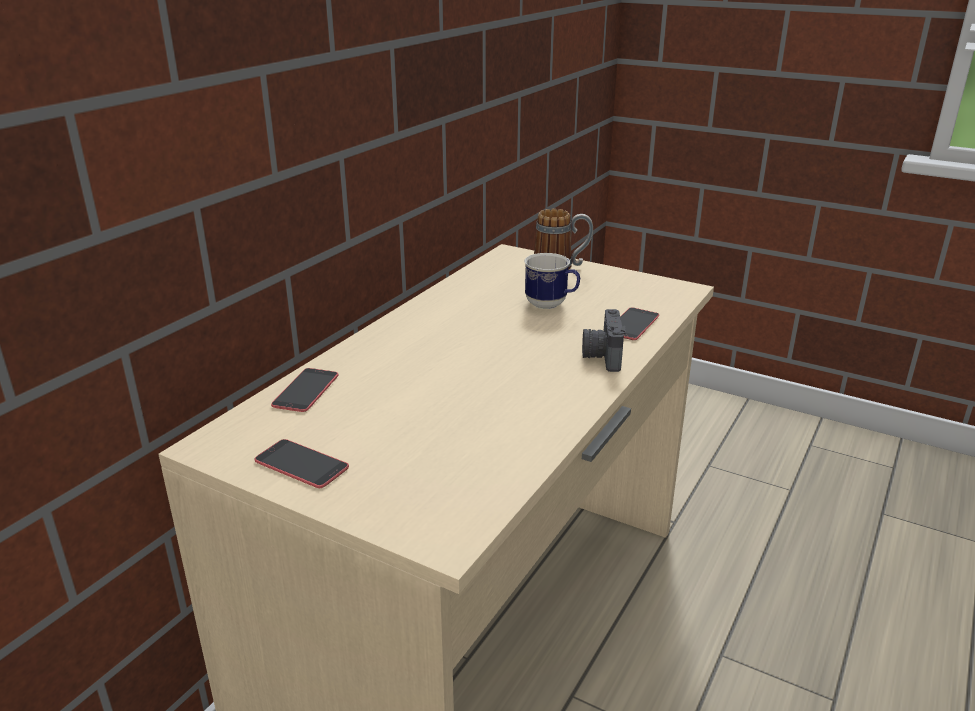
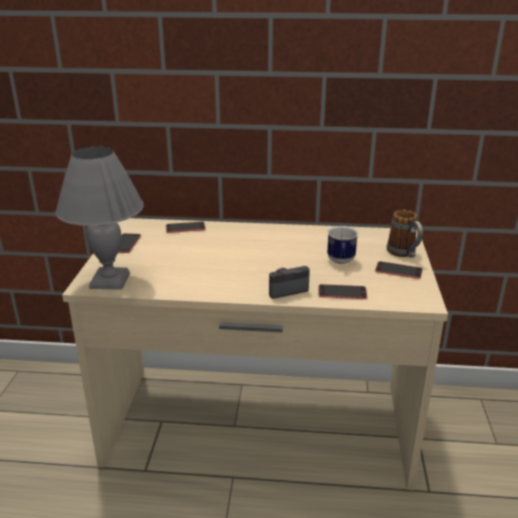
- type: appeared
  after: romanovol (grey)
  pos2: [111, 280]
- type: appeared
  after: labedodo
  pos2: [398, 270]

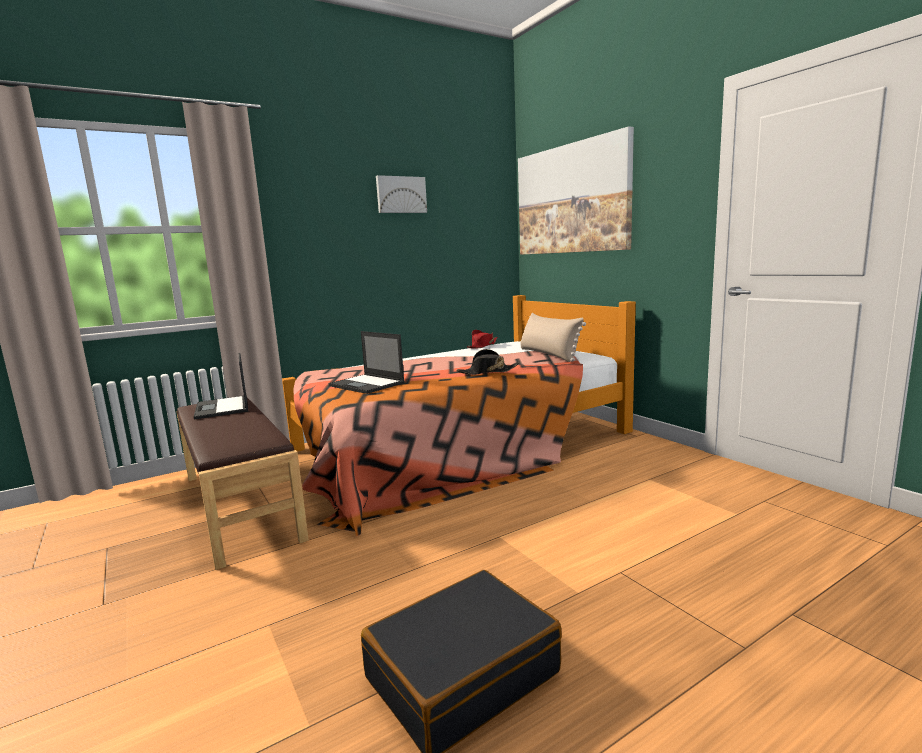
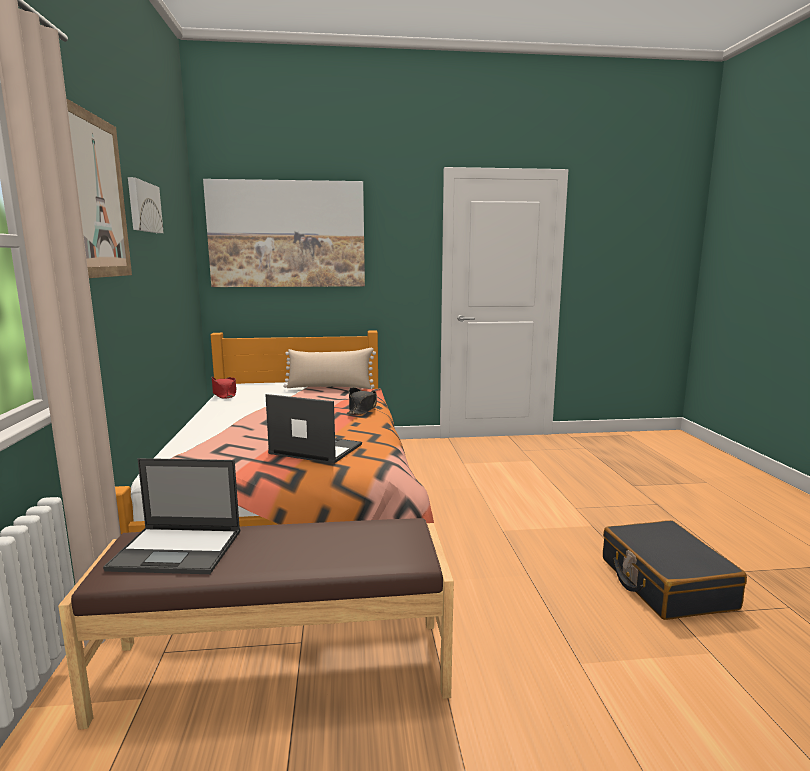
- type: spun
  before: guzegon
  pos1: [367, 384]
  pos2: [314, 449]
  turn: -135
- type: appeared
  after: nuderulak
  pos2: [96, 197]

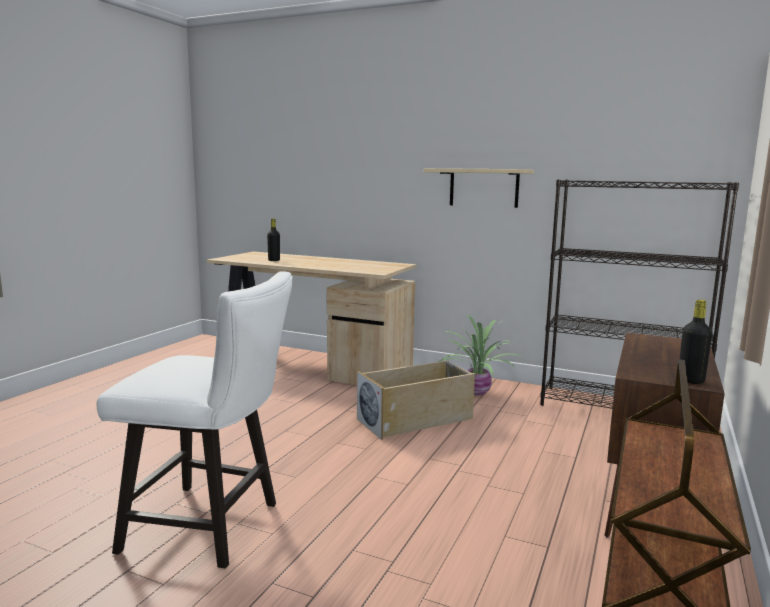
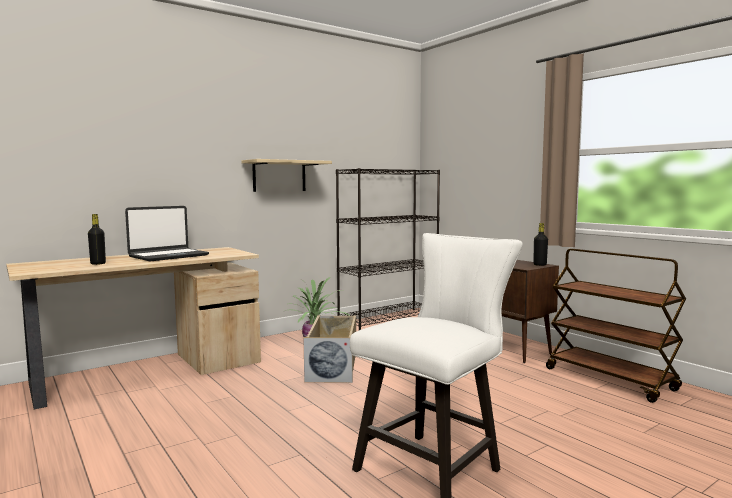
- type: appeared
  after: guzegon
  pos2: [168, 256]

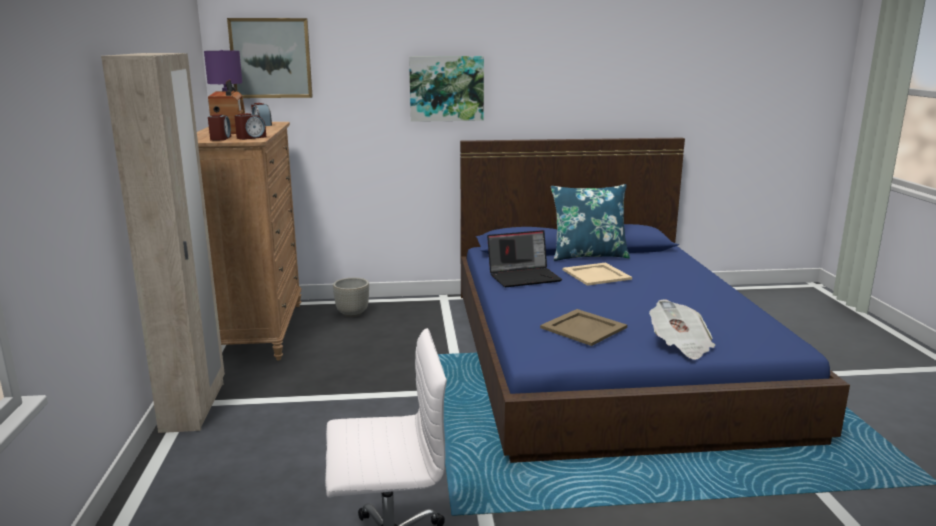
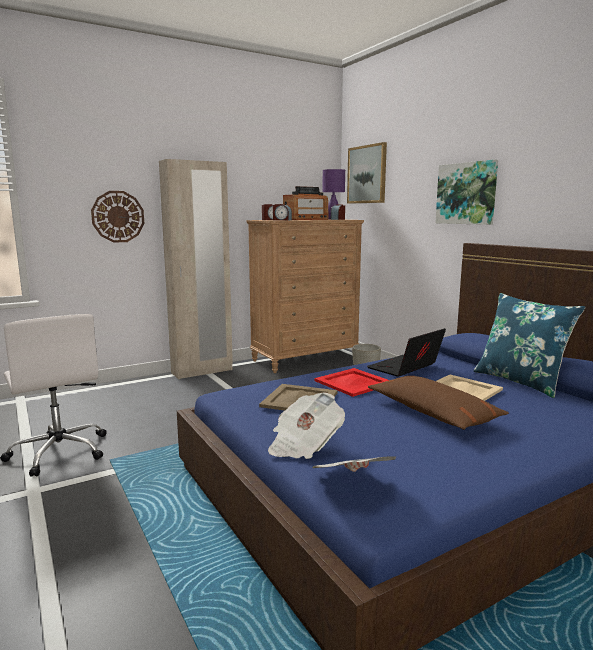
- type: spun
  before: guzegon
  pos1: [524, 277]
  pos2: [405, 368]
  turn: 90
- type: appeared
  after: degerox
  pos2: [118, 216]
- type: appeared
  after: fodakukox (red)
  pos2: [352, 382]
- type: appeared
  after: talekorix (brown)
  pos2: [432, 413]
- type: appeared
  after: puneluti
  pos2: [352, 484]

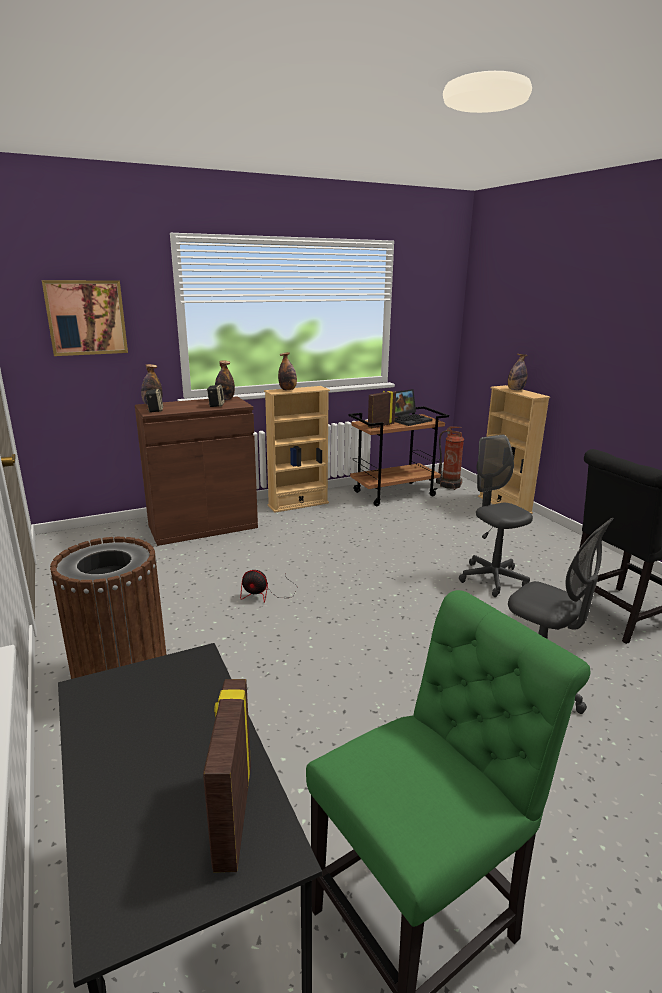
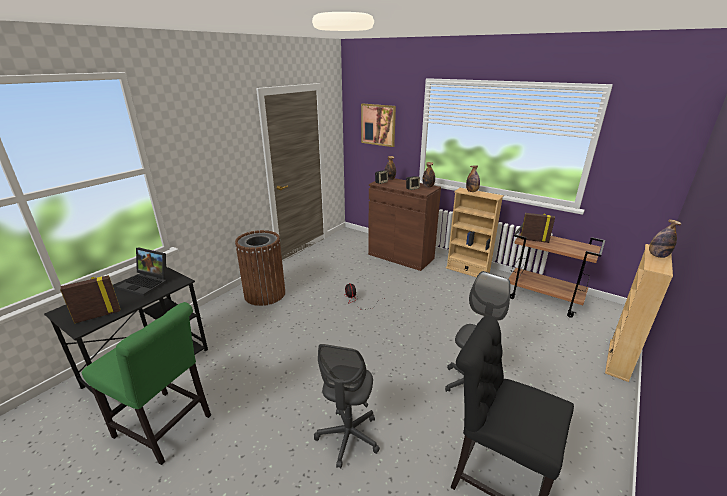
- type: relocated
  before: guzegon
  pos1: [409, 420]
  pos2: [147, 283]
- type: missing
  before: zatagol
  pos1: [449, 485]

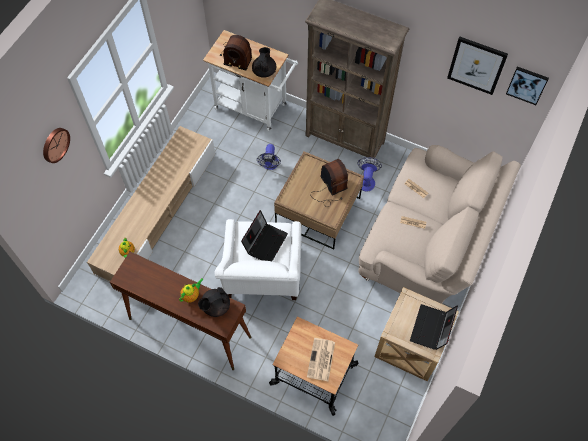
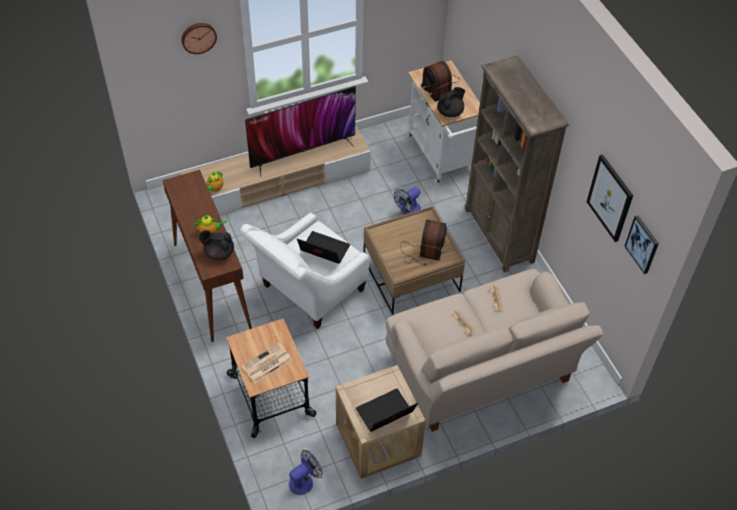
- type: relocated
  before: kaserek
  pos1: [366, 180]
  pos2: [304, 481]
- type: spun
  before: guzegon
  pos1: [265, 242]
  pos2: [323, 251]
  turn: -135
- type: appeared
  after: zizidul
  pos2: [302, 152]

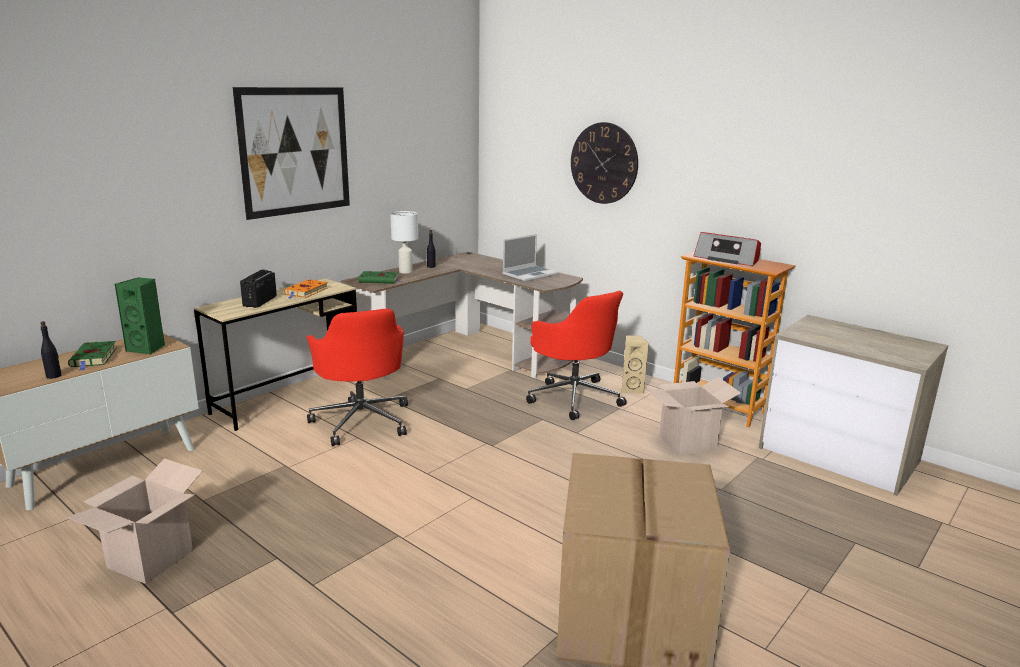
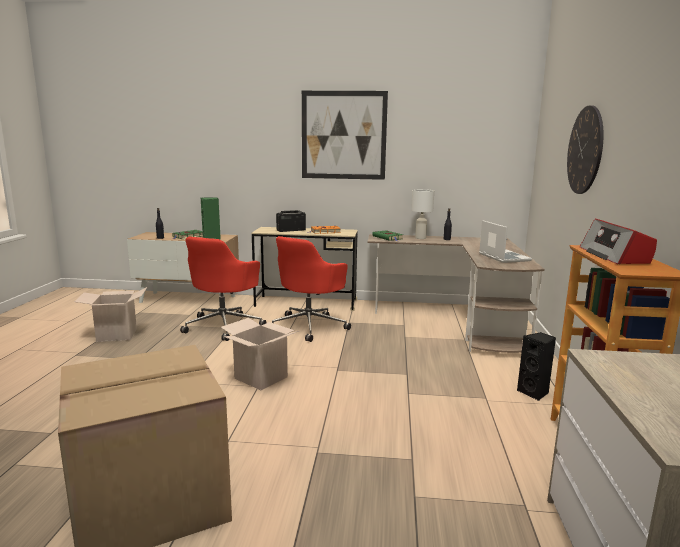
- type: spun
  before: guzegon
  pos1: [530, 274]
  pos2: [503, 257]
  turn: -120
- type: relocated
  before: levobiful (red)
  pos1: [573, 397]
  pos2: [224, 326]
- type: colour
  before: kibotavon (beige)
  after: kibotavon (black)
  pos1: [631, 389]
  pos2: [534, 393]
- type: relocated
  before: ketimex
  pos1: [687, 443]
  pos2: [261, 377]

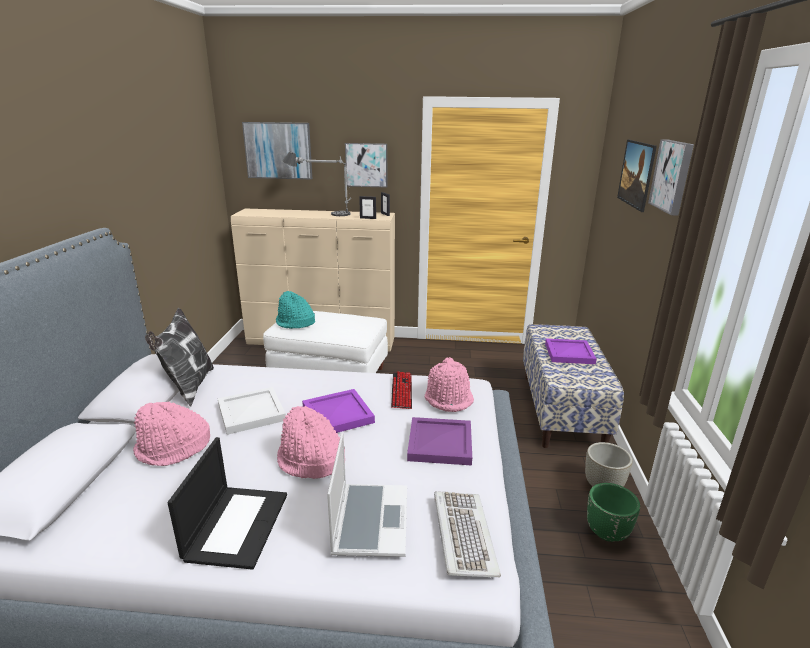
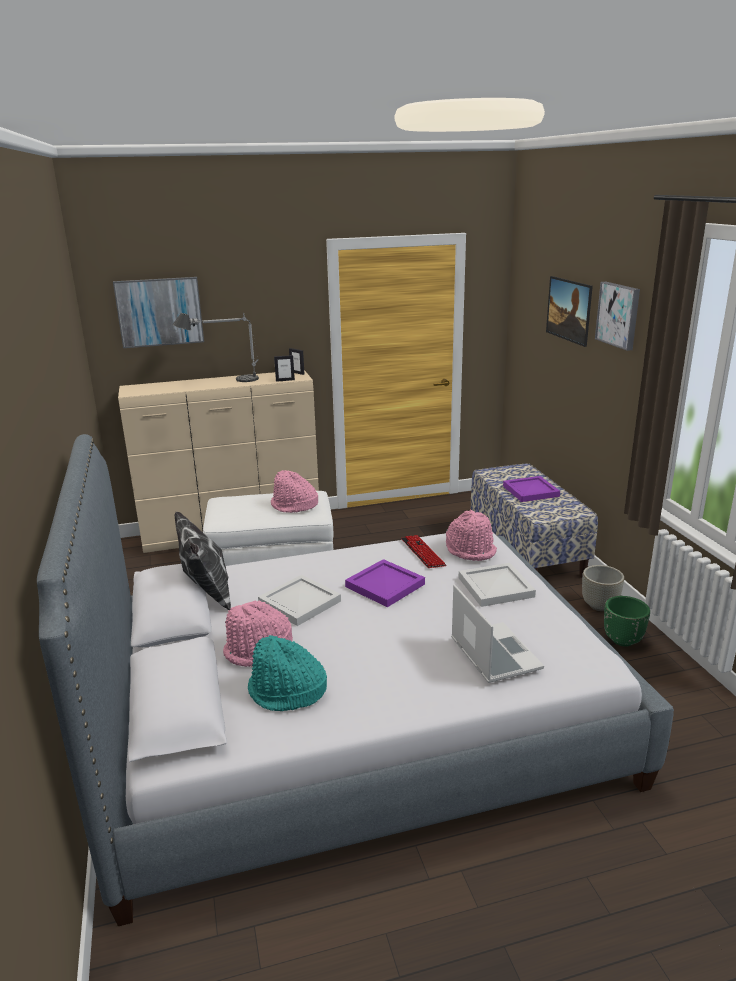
- type: missing
  before: nuderulak
  pos1: [366, 165]
- type: relocated
  before: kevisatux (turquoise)
  pos1: [295, 323]
  pos2: [287, 692]
- type: relocated
  before: kevisatux (pink)
  pos1: [310, 461]
  pos2: [294, 506]
- type: colour
  before: fodakukox (purple)
  after: fodakukox (white)
  pos1: [439, 444]
  pos2: [495, 588]
- type: missing
  before: guzegon
  pos1: [237, 525]
- type: missing
  before: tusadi
  pos1: [462, 535]

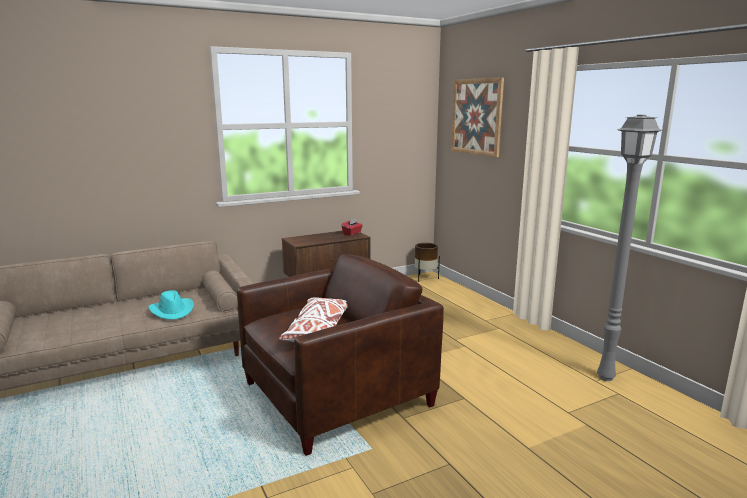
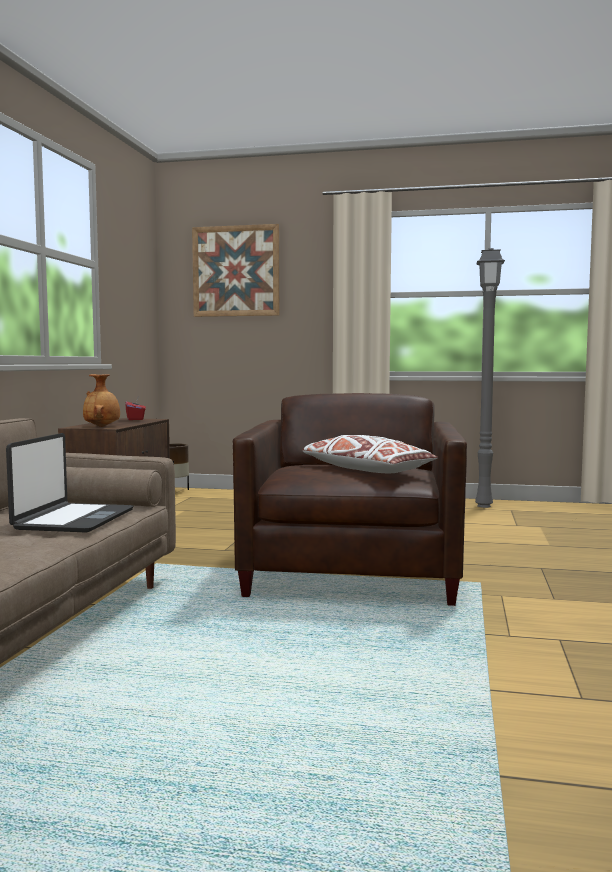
- type: exchanged
  before: kevisatux (turquoise)
  after: guzegon
  pos1: [172, 311]
  pos2: [73, 519]
- type: appeared
  after: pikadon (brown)
  pos2: [102, 426]

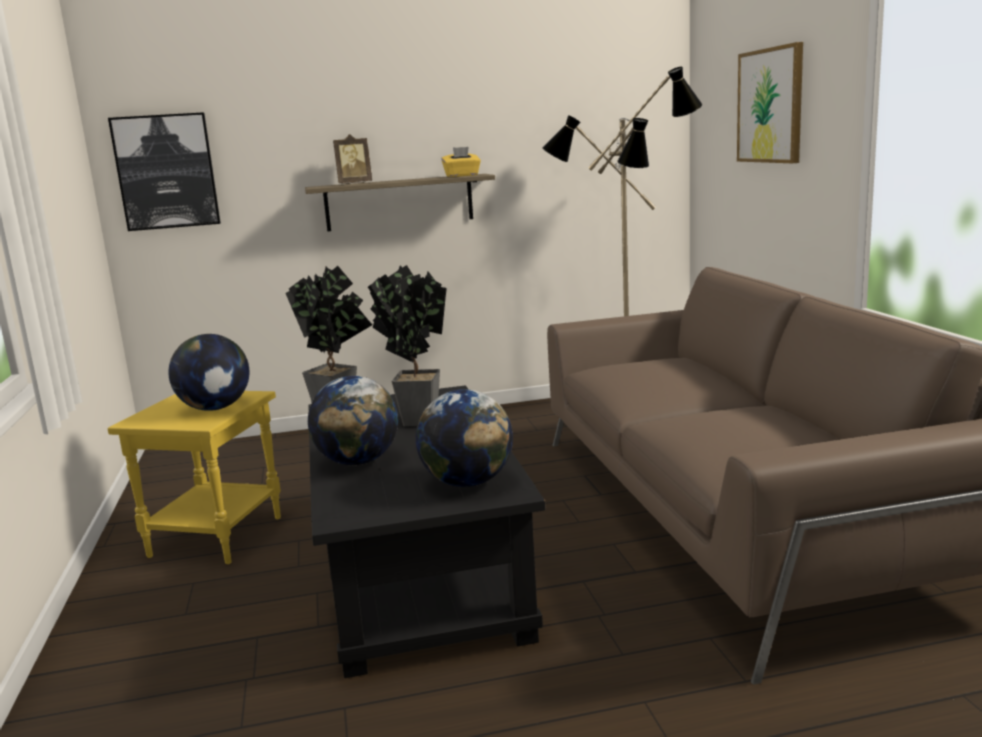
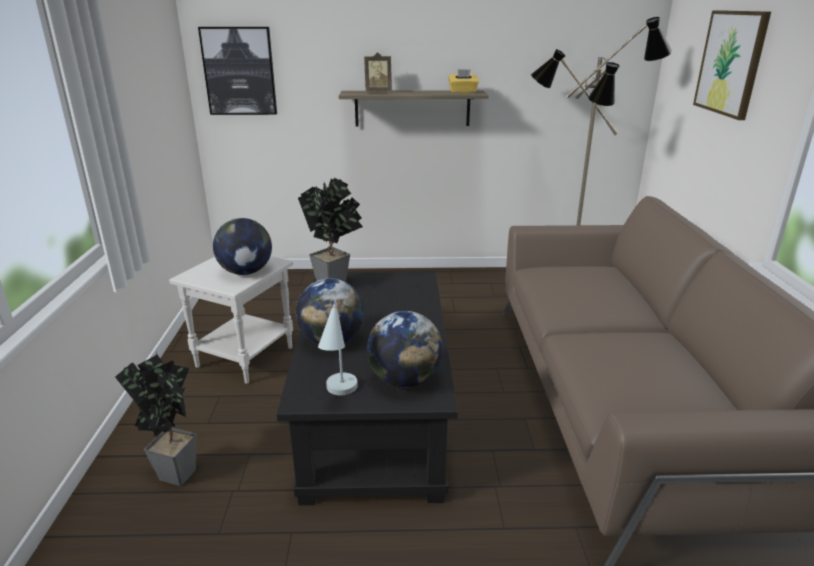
- type: relocated
  before: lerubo
  pos1: [415, 420]
  pos2: [175, 471]
- type: colour
  before: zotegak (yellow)
  after: zotegak (white)
  pos1: [217, 537]
  pos2: [245, 358]
- type: appeared
  after: romanovol (white)
  pos2: [339, 394]

